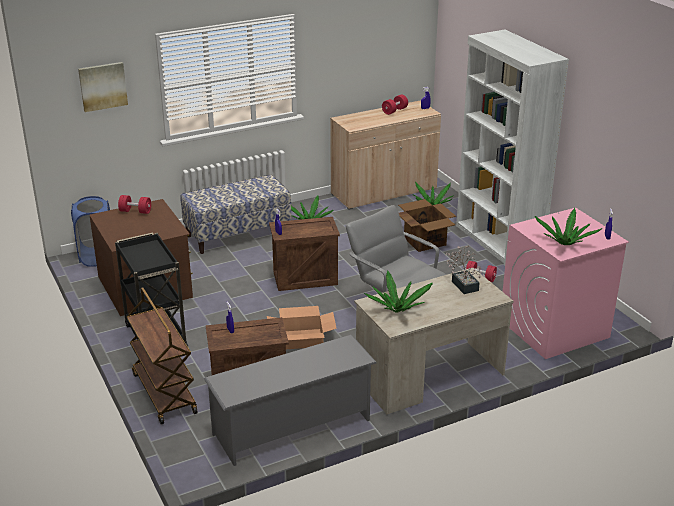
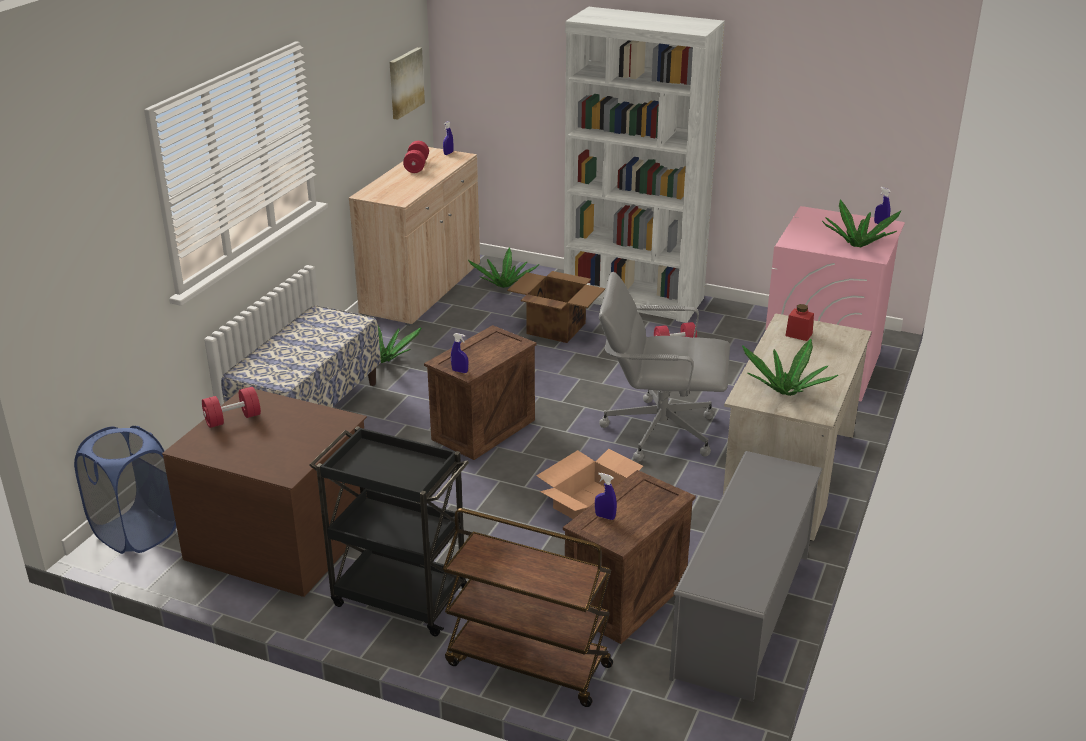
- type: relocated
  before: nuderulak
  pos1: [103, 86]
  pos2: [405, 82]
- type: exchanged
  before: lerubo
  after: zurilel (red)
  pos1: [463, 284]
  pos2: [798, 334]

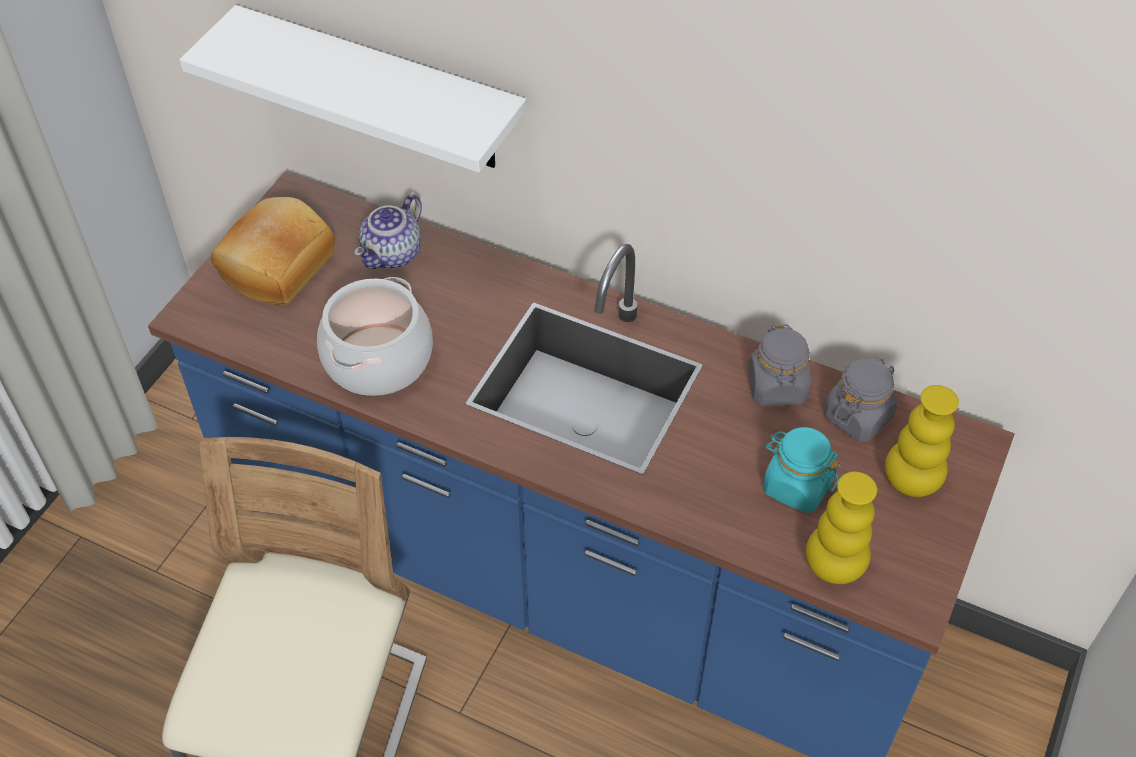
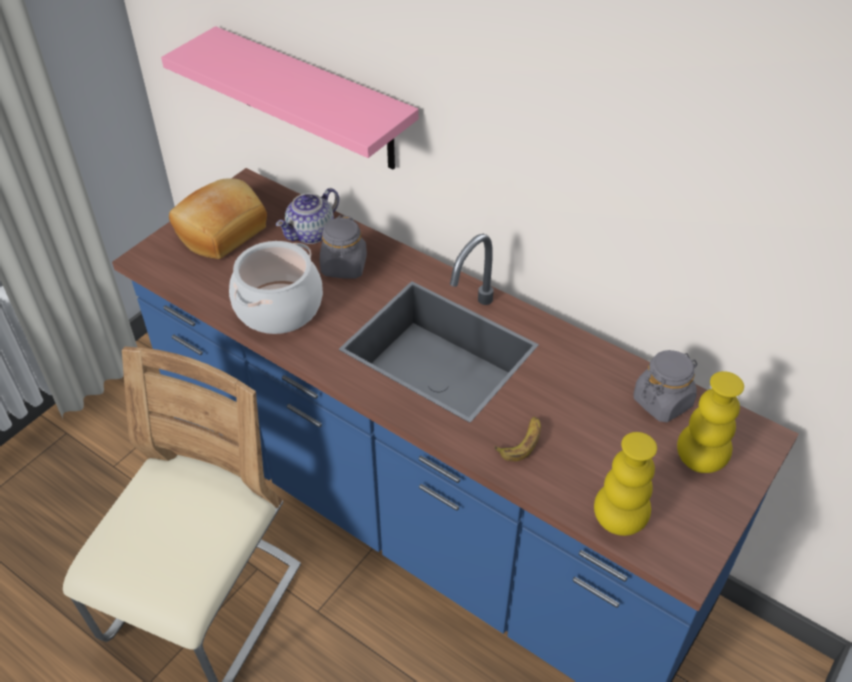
- type: colour
  before: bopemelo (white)
  after: bopemelo (pink)
  pos1: [381, 90]
  pos2: [314, 100]
- type: relocated
  before: zurilel (grey)
  pos1: [777, 387]
  pos2: [344, 266]
- type: missing
  before: zurilel (turquoise)
  pos1: [796, 486]
- type: appeared
  after: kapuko
  pos2: [521, 442]

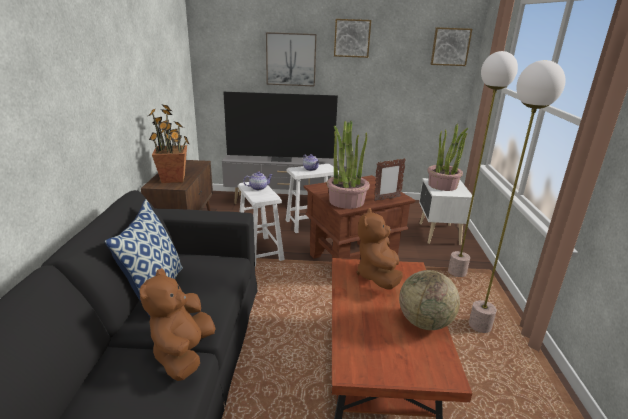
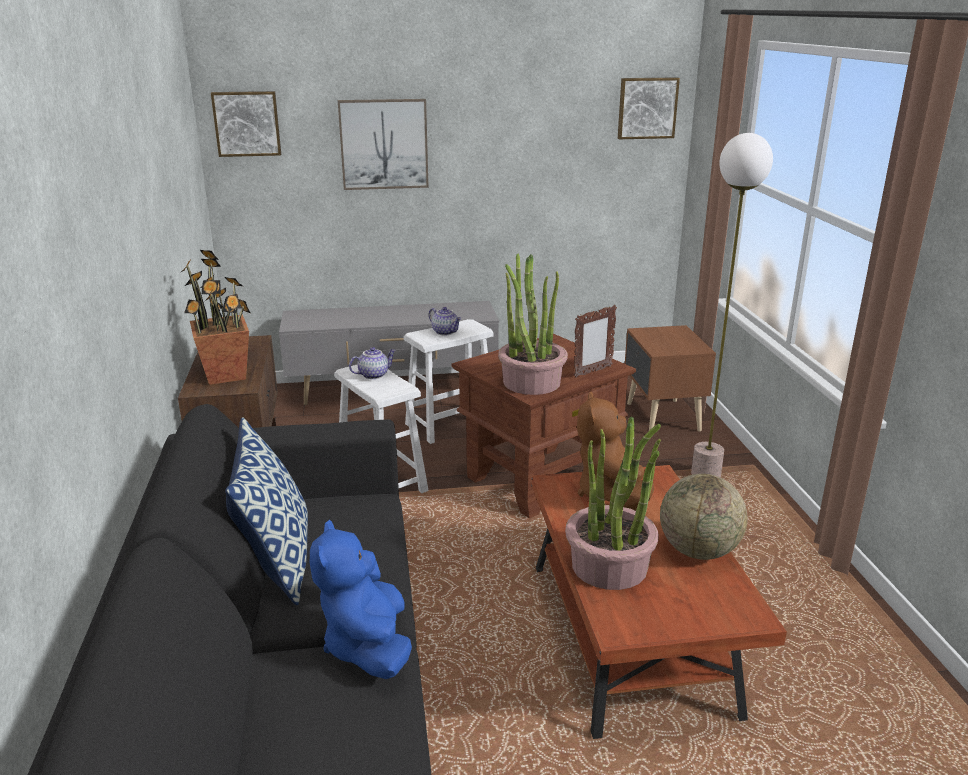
- type: relocated
  before: nuderulak
  pos1: [352, 38]
  pos2: [247, 123]
- type: missing
  before: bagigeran
  pos1: [480, 326]
- type: missing
  before: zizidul
  pos1: [281, 159]
- type: relocated
  before: lerubo
  pos1: [442, 185]
  pos2: [610, 566]
- type: colour
  before: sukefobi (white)
  after: sukefobi (brown)
  pos1: [438, 234]
  pos2: [661, 418]
- type: colour
  before: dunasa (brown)
  after: dunasa (blue)
  pos1: [183, 354]
  pos2: [368, 646]

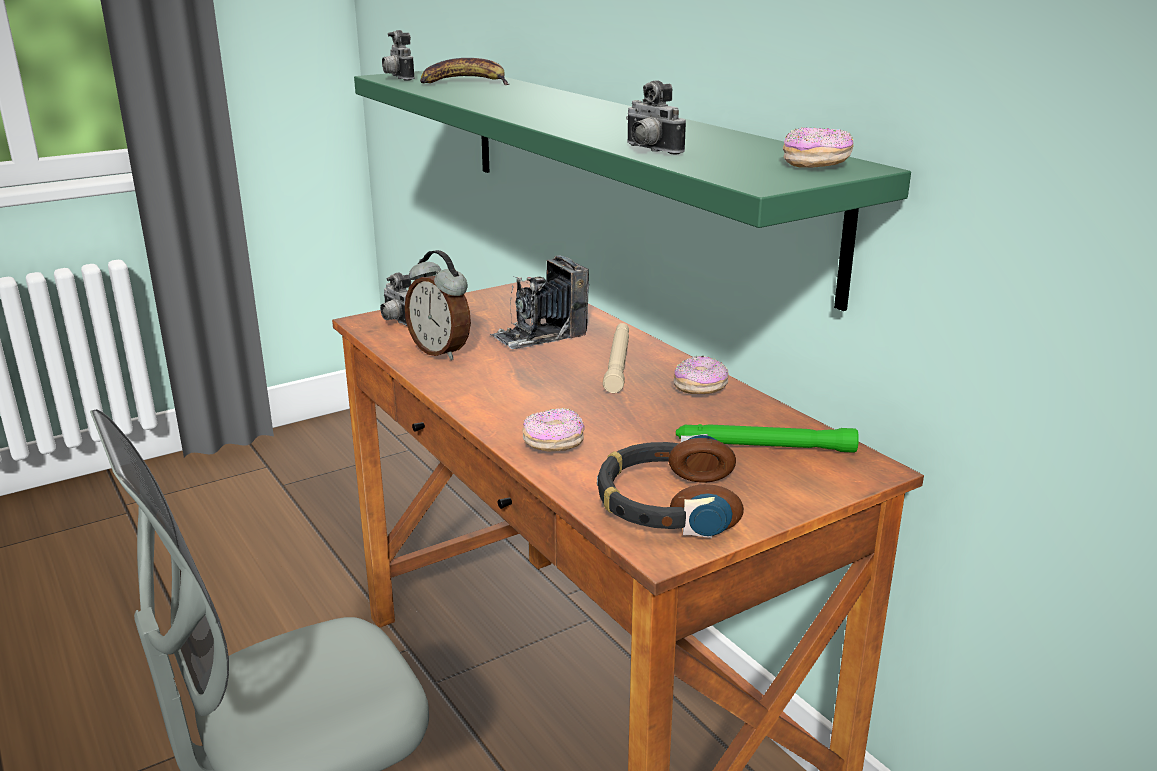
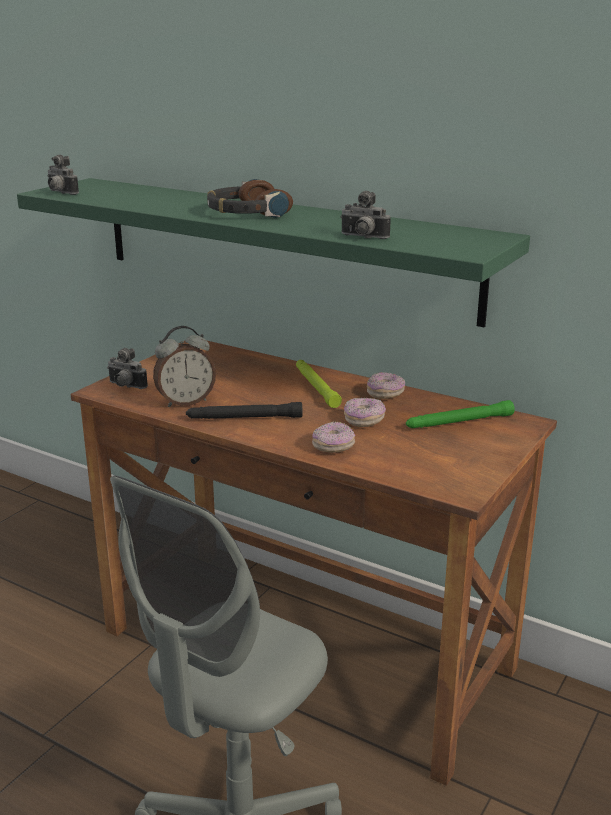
- type: missing
  before: kapuko
  pos1: [465, 83]
- type: relocated
  before: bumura
  pos1: [815, 164]
  pos2: [364, 421]
- type: spun
  before: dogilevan
  pos1: [441, 351]
  pos2: [185, 402]
  turn: -45
- type: missing
  before: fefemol
  pos1: [540, 335]
- type: colour
  before: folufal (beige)
  after: folufal (green)
  pos1: [618, 362]
  pos2: [316, 387]
- type: relocated
  before: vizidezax
  pos1: [667, 503]
  pos2: [246, 212]
- type: appeared
  after: folufal (black)
  pos2: [244, 418]

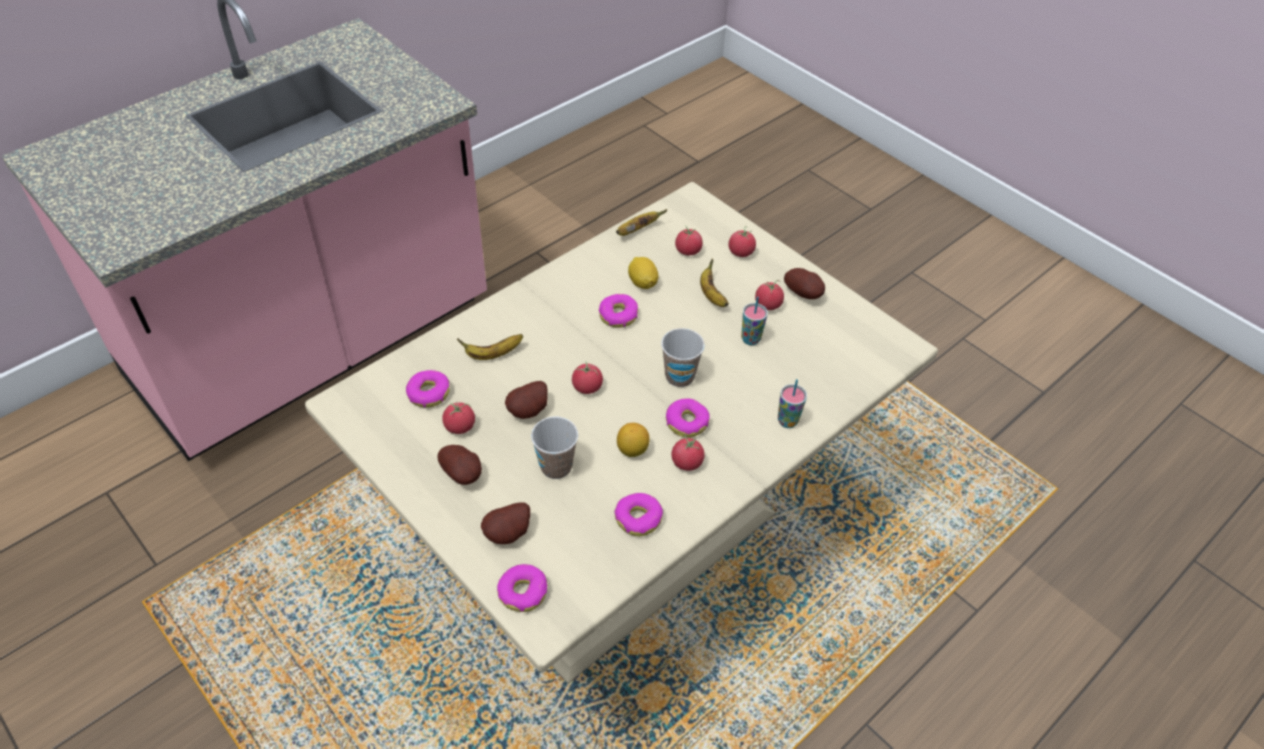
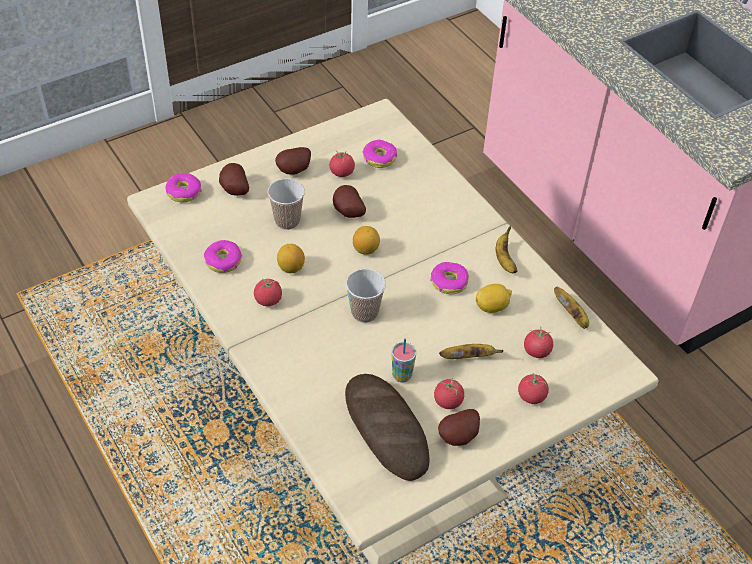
- type: relocated
  before: kapuko
  pos1: [493, 354]
  pos2: [504, 260]
- type: exchanged
  before: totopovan
  after: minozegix
  pos1: [587, 387]
  pos2: [366, 249]
- type: missing
  before: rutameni
  pos1: [787, 421]
- type: missing
  before: bumura
  pos1: [687, 422]
- type: appeared
  after: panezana
  pos2: [386, 430]

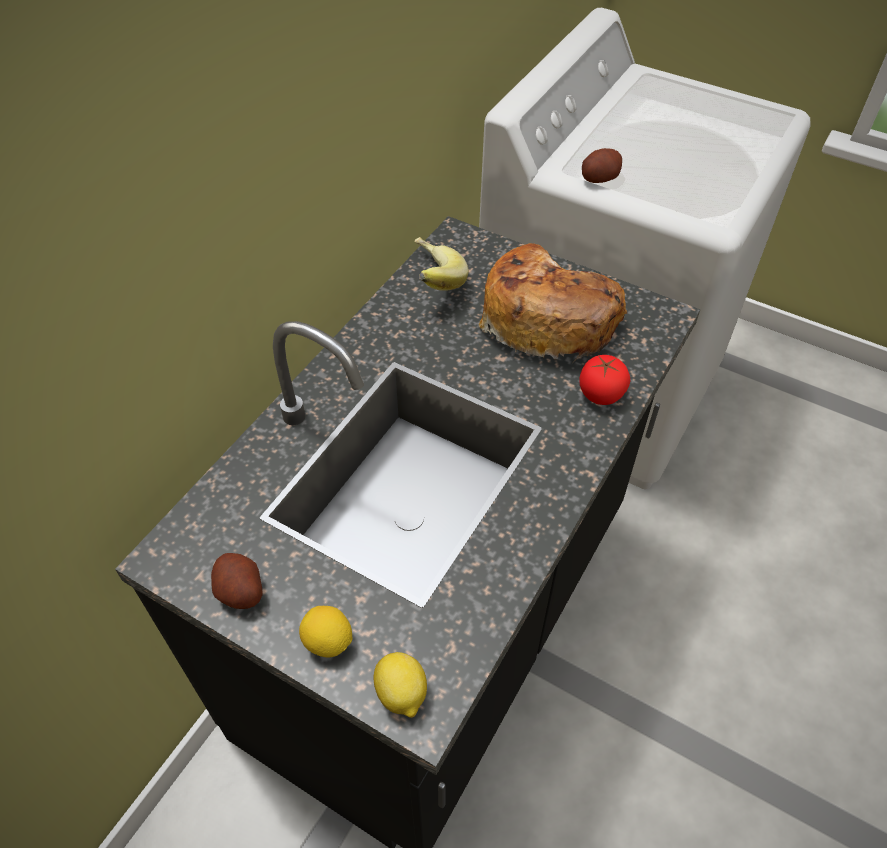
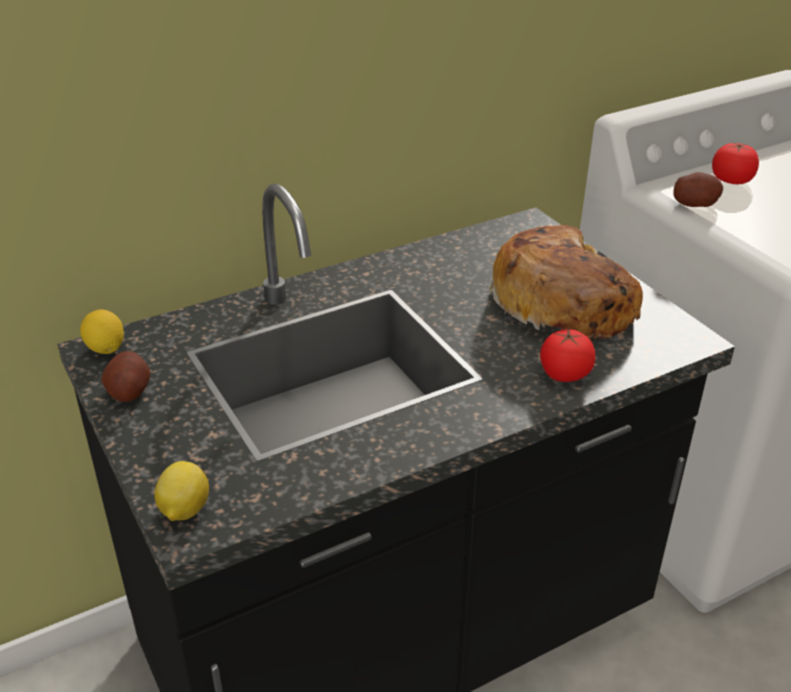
- type: missing
  before: kapuko
  pos1: [431, 282]
- type: relocated
  before: minozegix
  pos1: [328, 641]
  pos2: [106, 348]
- type: appeared
  after: totopovan
  pos2: [731, 180]

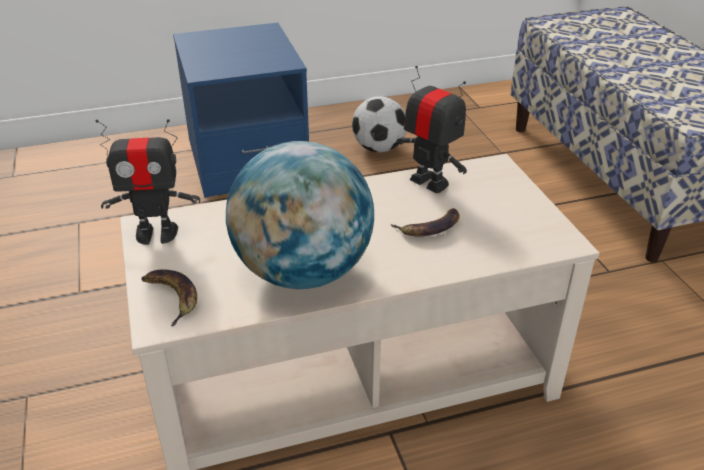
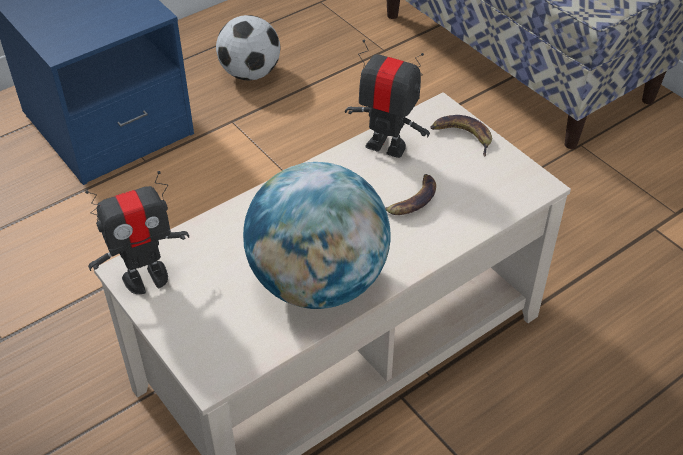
- type: relocated
  before: kapuko
  pos1: [171, 297]
  pos2: [462, 136]

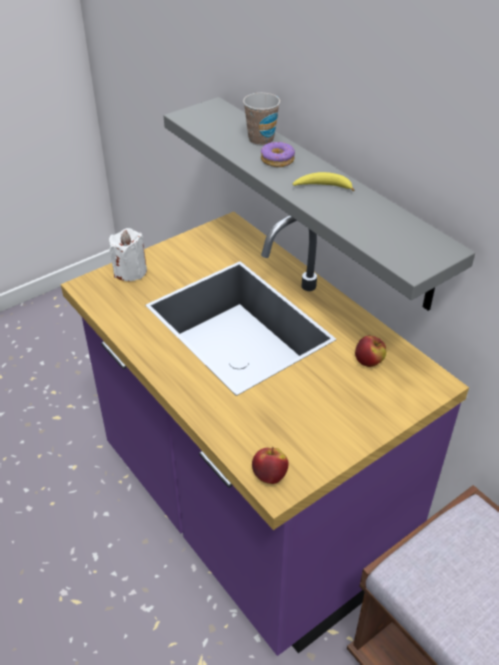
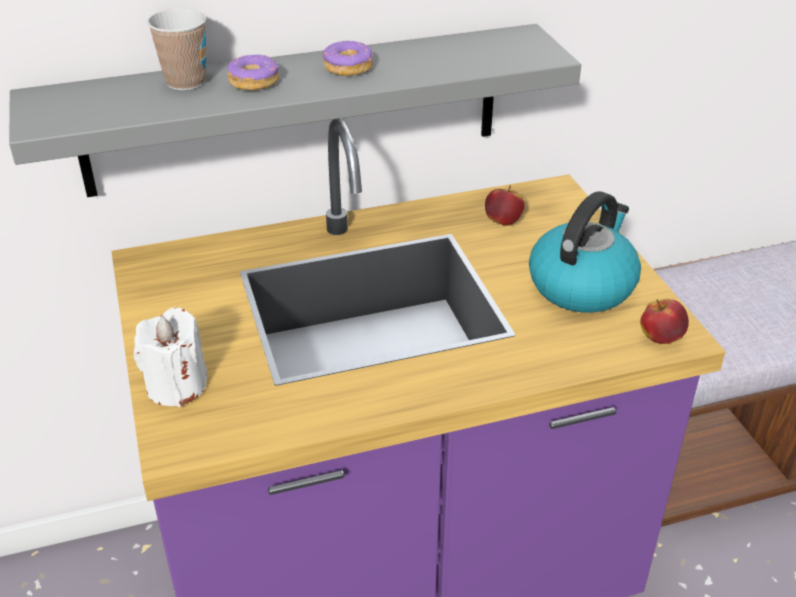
- type: exchanged
  before: kapuko
  after: bumura
  pos1: [323, 187]
  pos2: [348, 67]
- type: appeared
  after: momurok
  pos2: [582, 285]

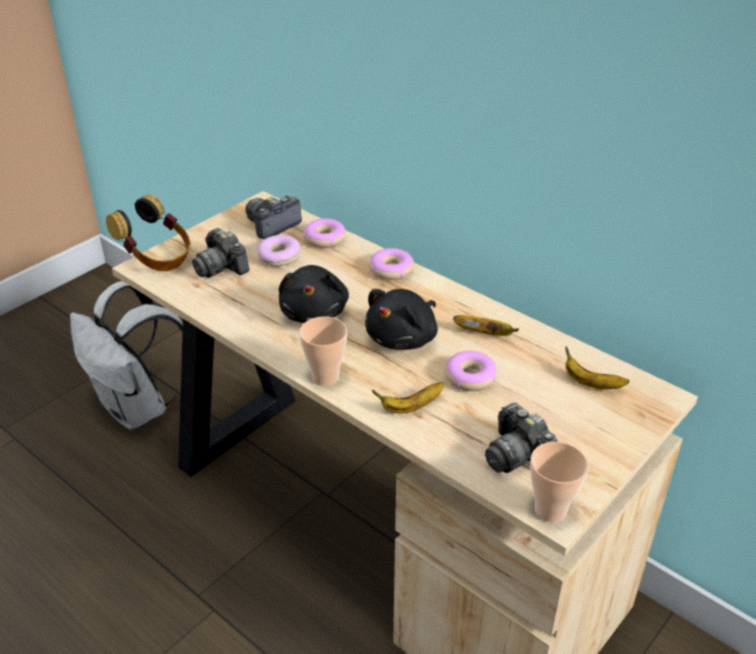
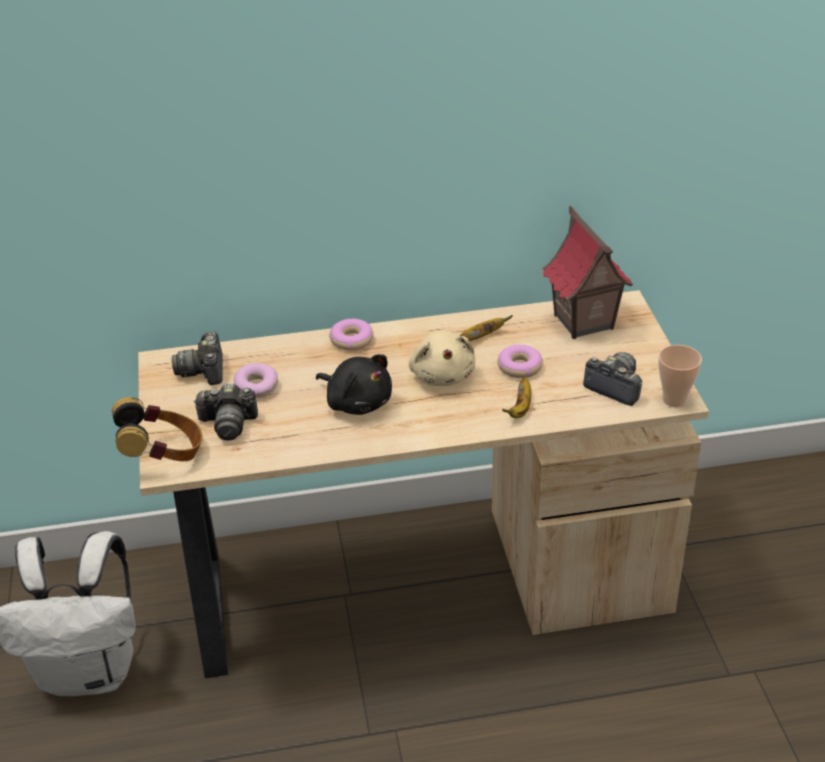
- type: missing
  before: bumura
  pos1: [325, 239]
- type: colour
  before: dunasa (black)
  after: dunasa (beige)
  pos1: [404, 338]
  pos2: [442, 375]
- type: missing
  before: rutameni
  pos1: [325, 377]
- type: exchanged
  before: kapuko
  after: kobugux
  pos1: [591, 383]
  pos2: [583, 322]
- type: spun
  before: fefemol
  pos1: [517, 455]
  pos2: [615, 387]
  turn: -150

